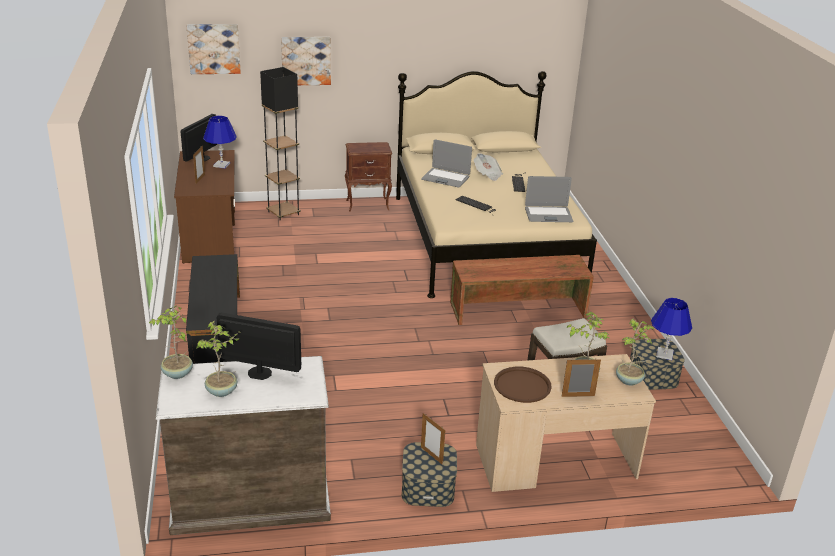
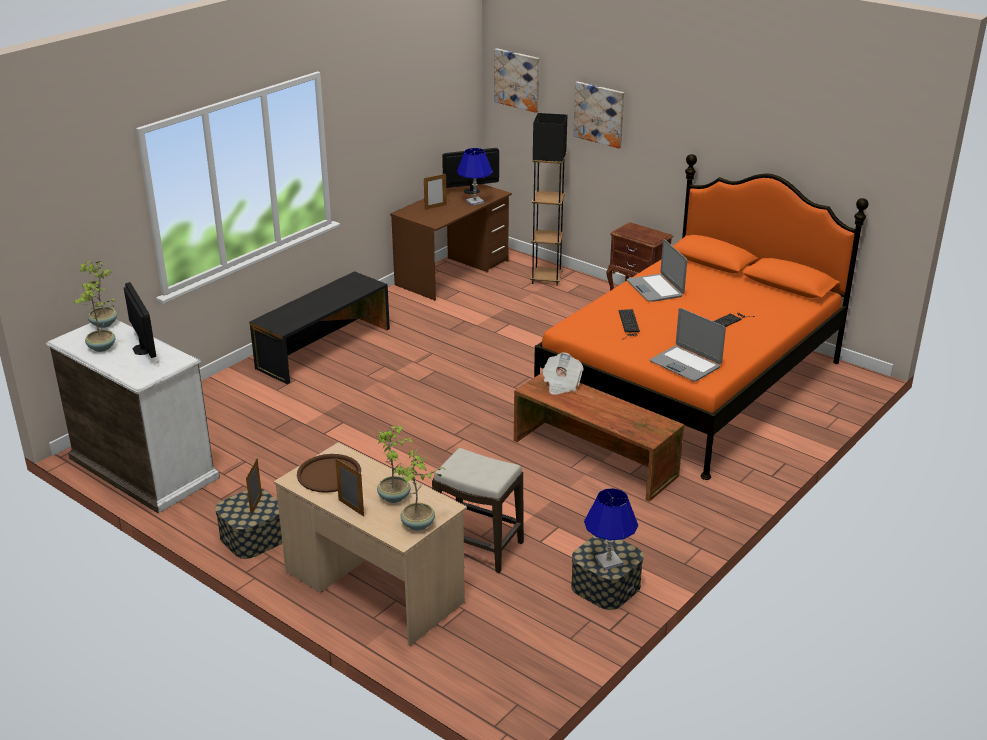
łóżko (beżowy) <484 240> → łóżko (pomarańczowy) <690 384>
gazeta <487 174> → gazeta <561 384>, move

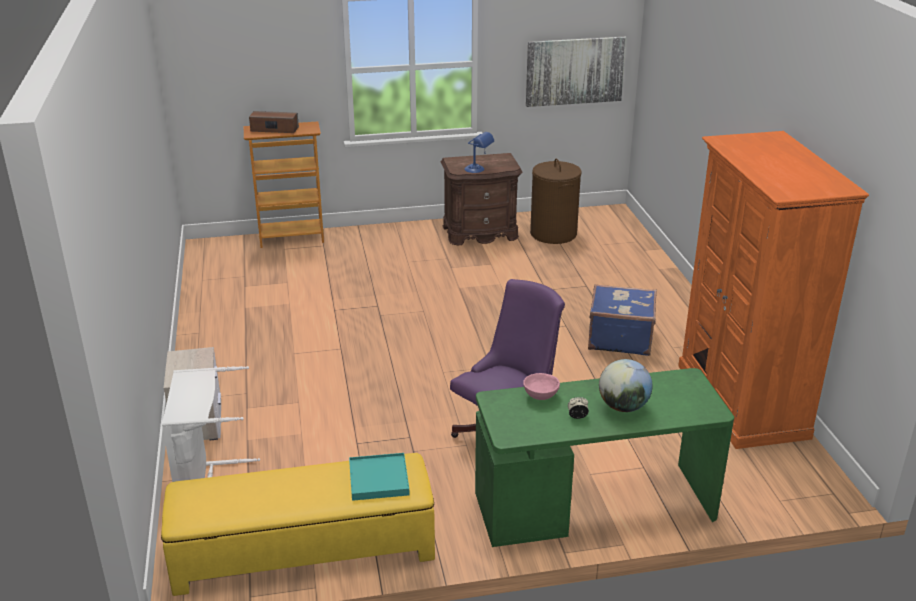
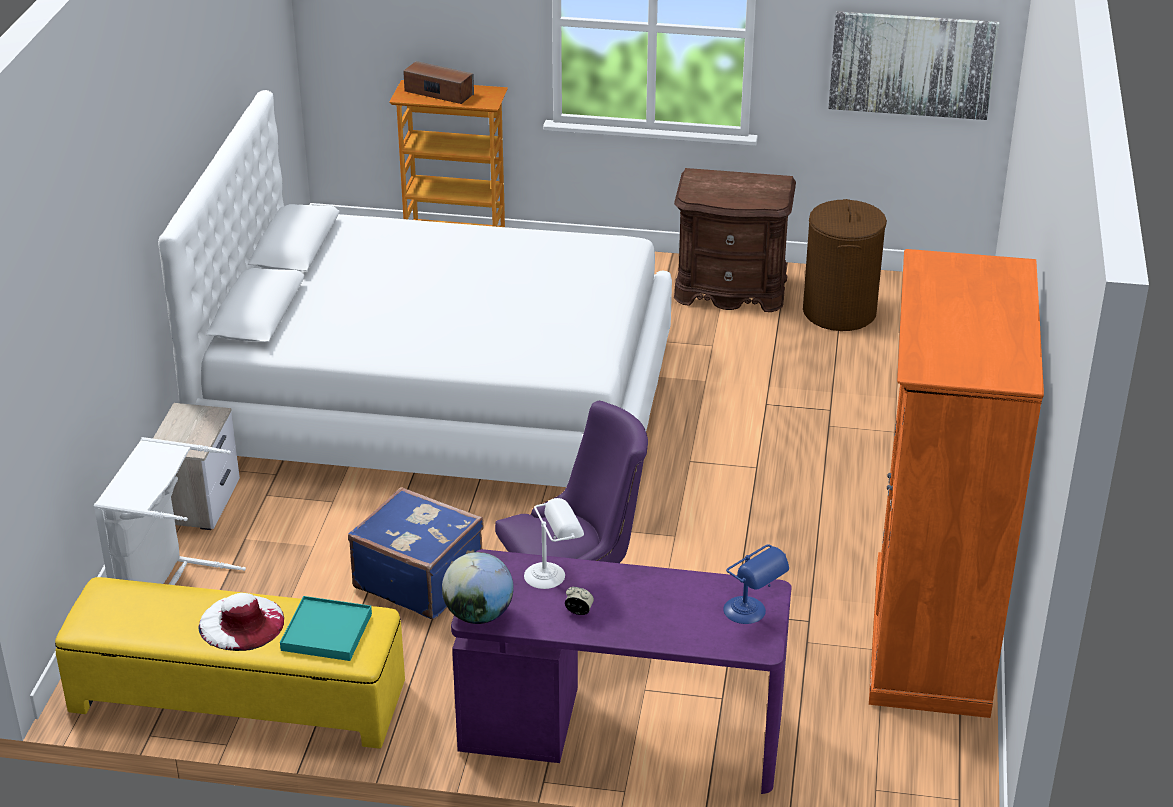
- → łóżko (biały) <439 400>
- → kapelusz (biały) <241 622>
walizka (niebieski) <619 338> → walizka (niebieski) <419 579>, move
globus <623 407> → globus <478 615>, move
biurko (zielony) <594 506> → biurko (fioletowy) <621 733>
miska (różowy) <540 396> → lampa stołowa (biały) <552 573>
lampa stołowa (niebieski) <478 169> → lampa stołowa (niebieski) <752 614>, move

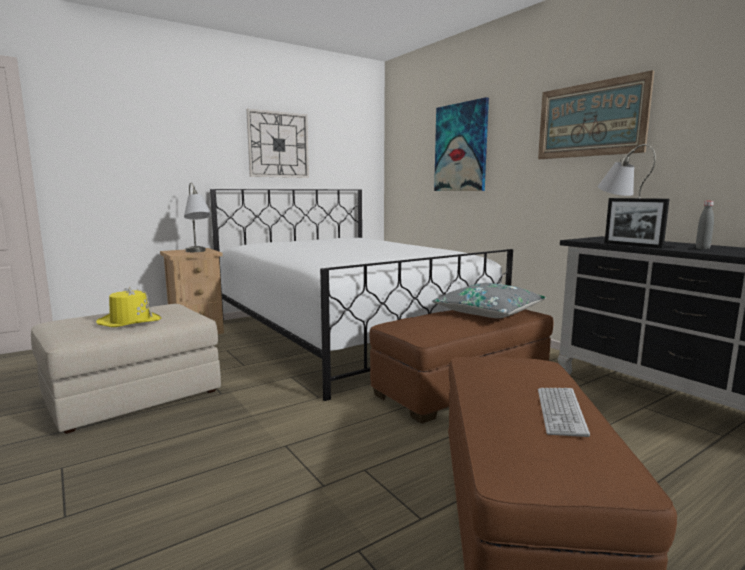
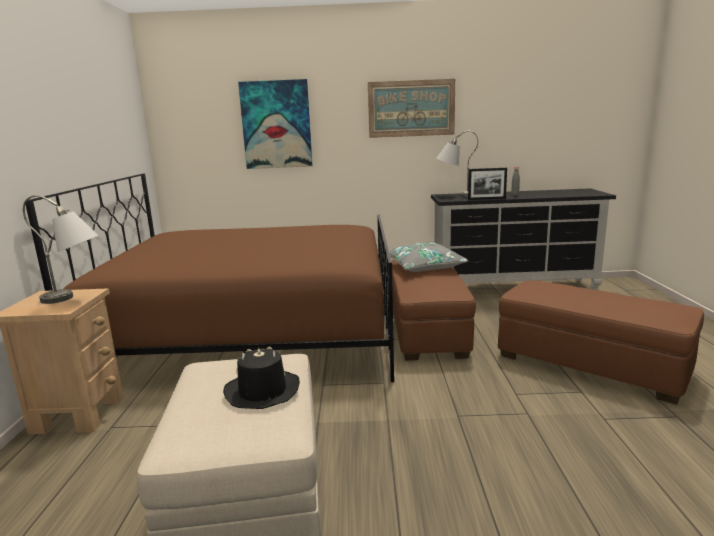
łóżko (biały) <348 334> → łóżko (brązowy) <254 335>
kapelusz (żółty) <129 321> → kapelusz (czarny) <262 391>
zegar ścienny <278 145> → -
klawiatura <560 412> → -

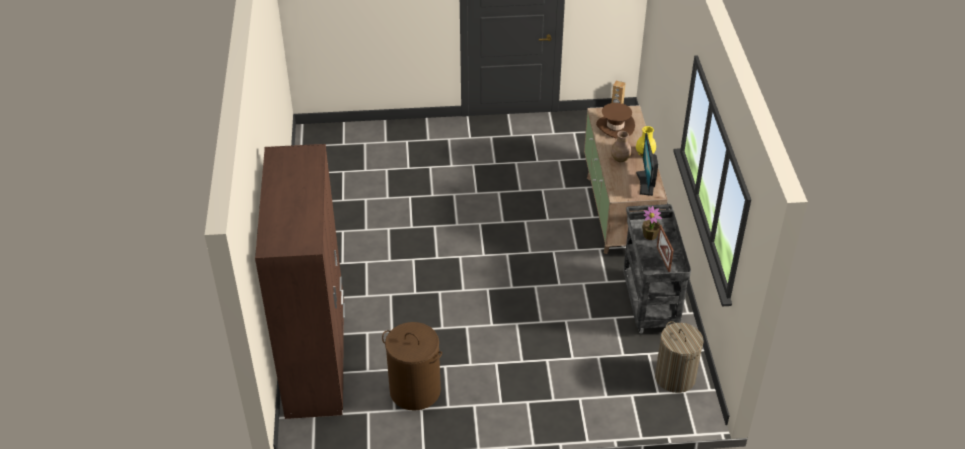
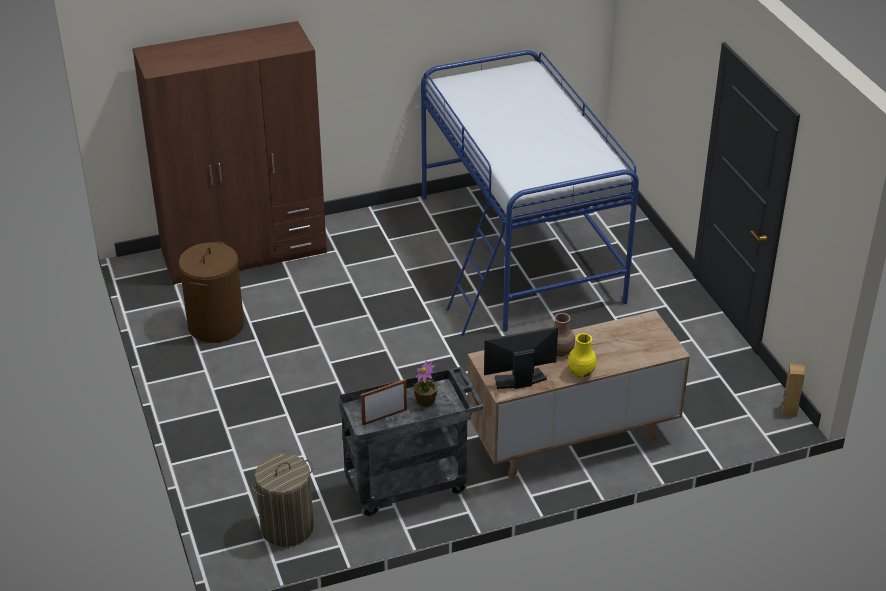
- → łóżko (niebieski) <518 250>
kapelusz (brązowy) <615 127> → -

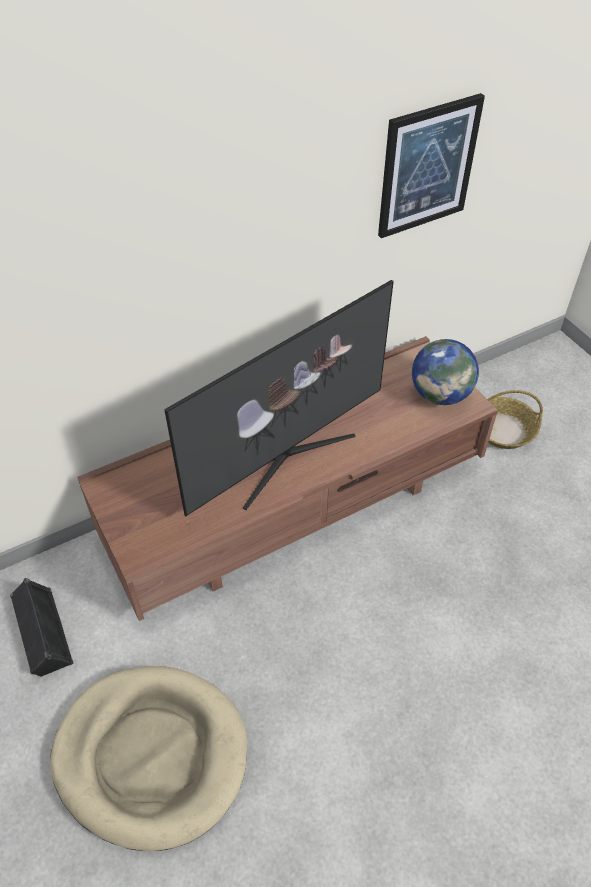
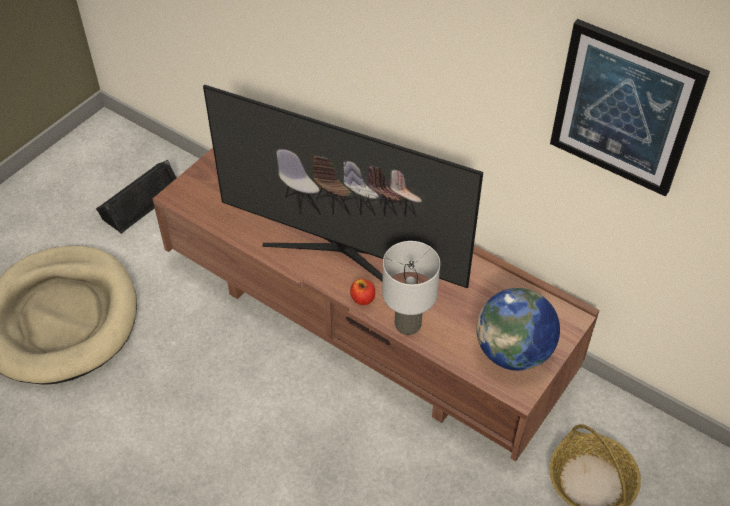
- → jabłko <363 299>
- → lampa stołowa (biały) <409 325>

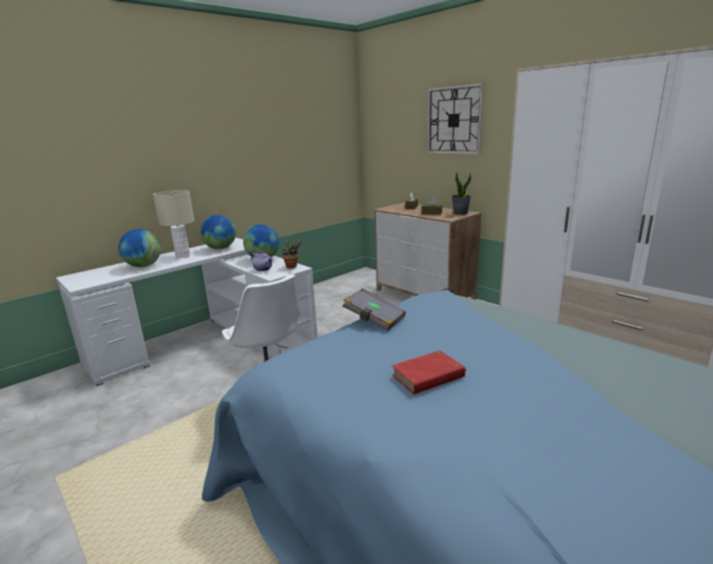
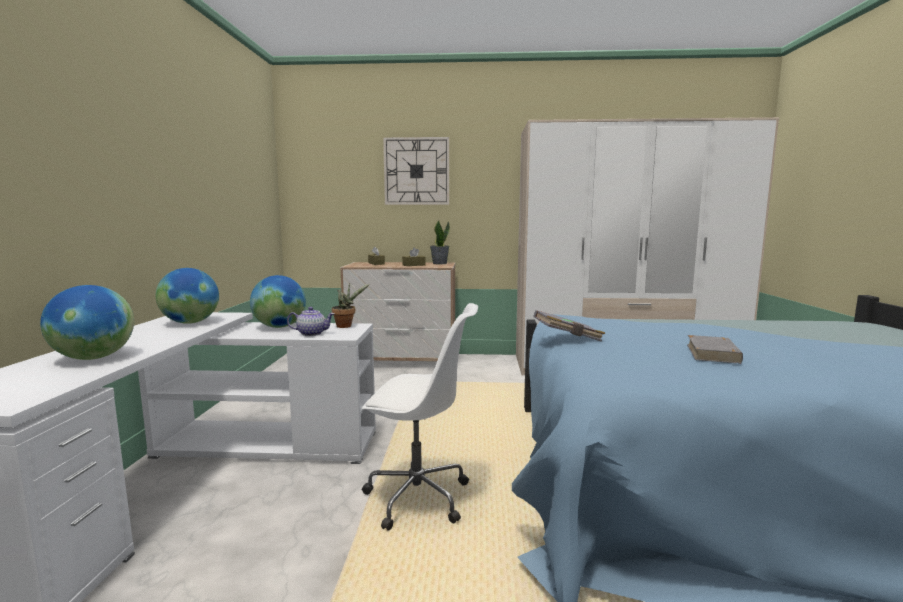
książka (czerwony) <428 376> → książka (szary) <713 353>
lampa stołowa (beżowy) <183 256> → -

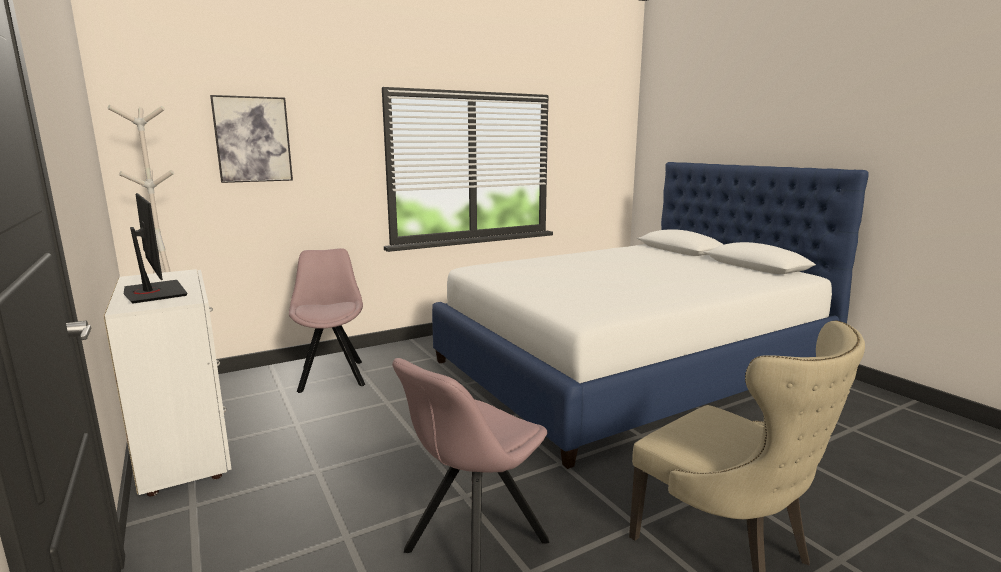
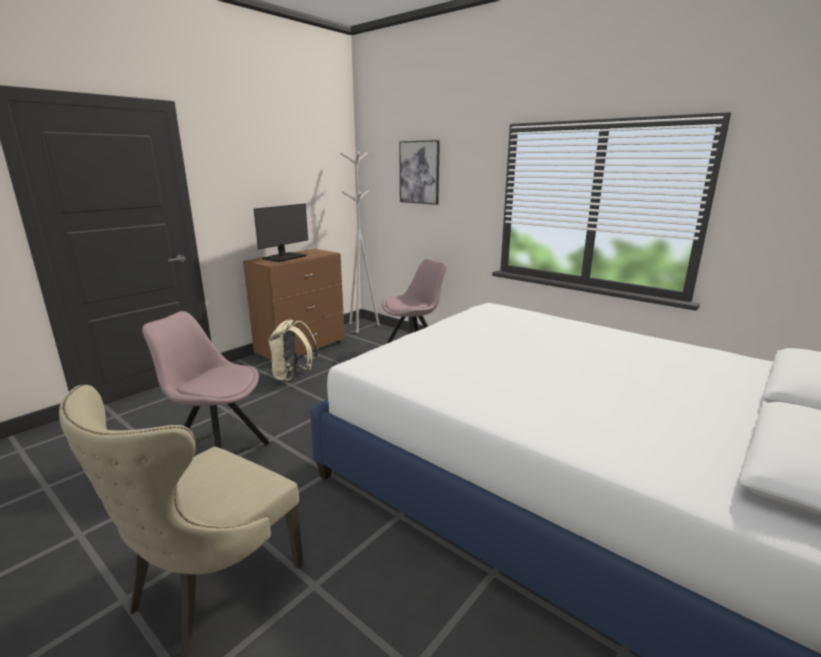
komoda (biały) <185 450> → komoda (brązowy) <302 348>
- → plecak (beżowy) <293 376>

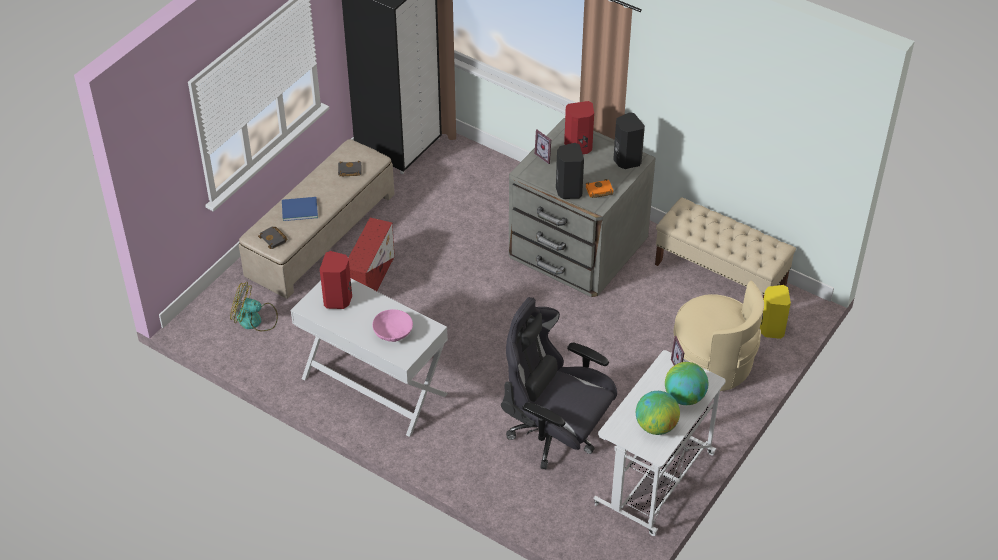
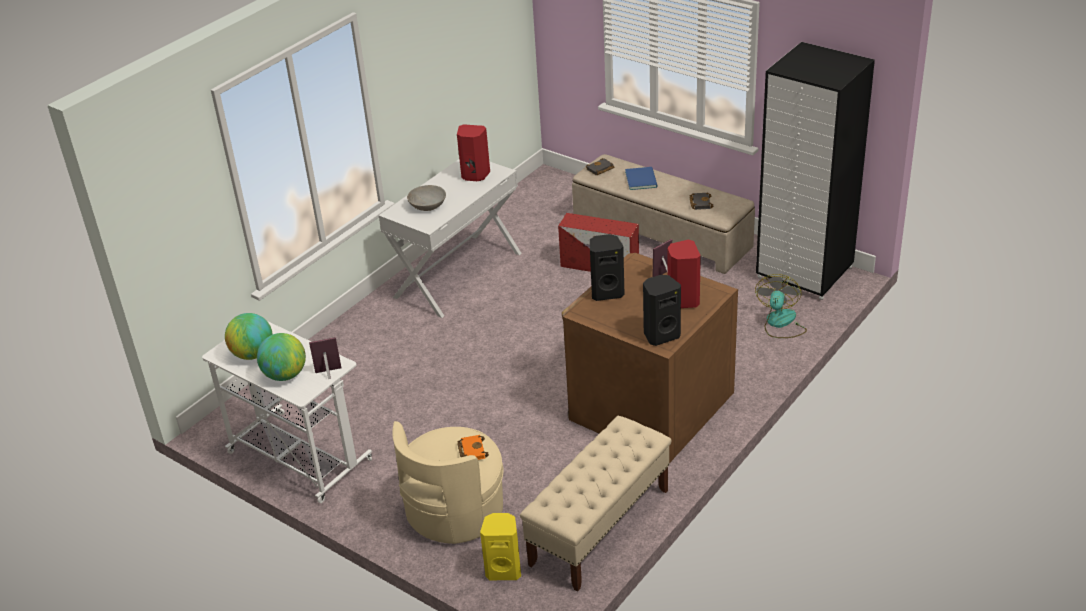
miska (różowy) <393 332> → miska (szary) <427 206>
książka (pomarańczowy) <599 191> → książka (pomarańczowy) <471 450>, move
komoda (szary) <577 248> → komoda (brązowy) <647 405>
wentylator <255 320> → wentylator <780 323>, move
krzesło biurowe (czarny) <557 436> → -

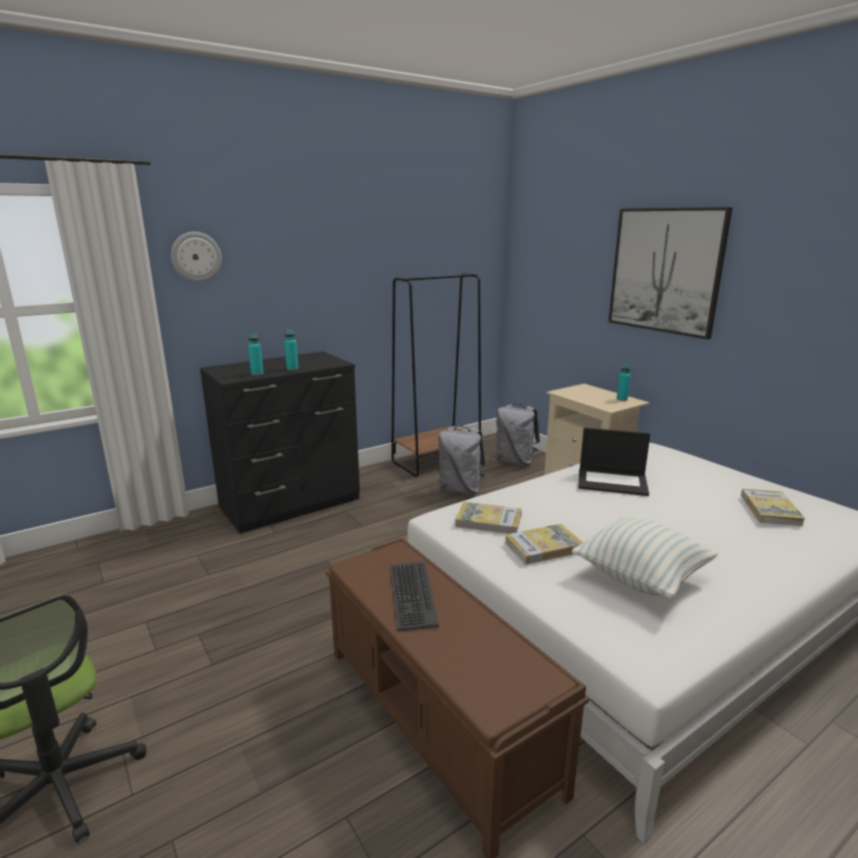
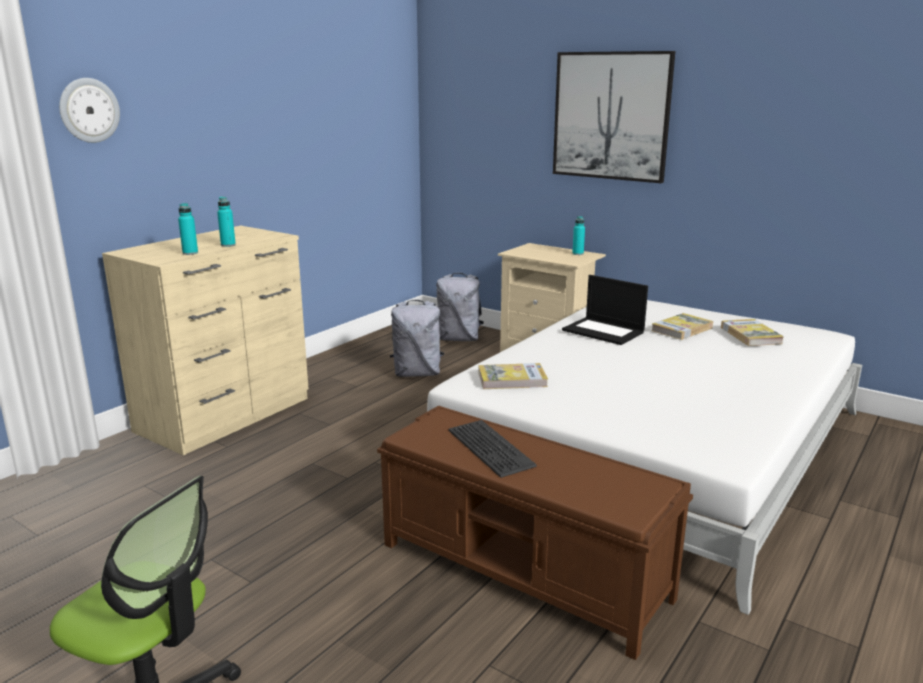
komoda (czarny) <291 503> → komoda (beżowy) <226 415>
laptop <613 482> → laptop <604 331>, 45 degrees clockwise
książka <543 547> → książka <682 329>, move
wieszak <436 461> → -
poduszka <641 578> → -

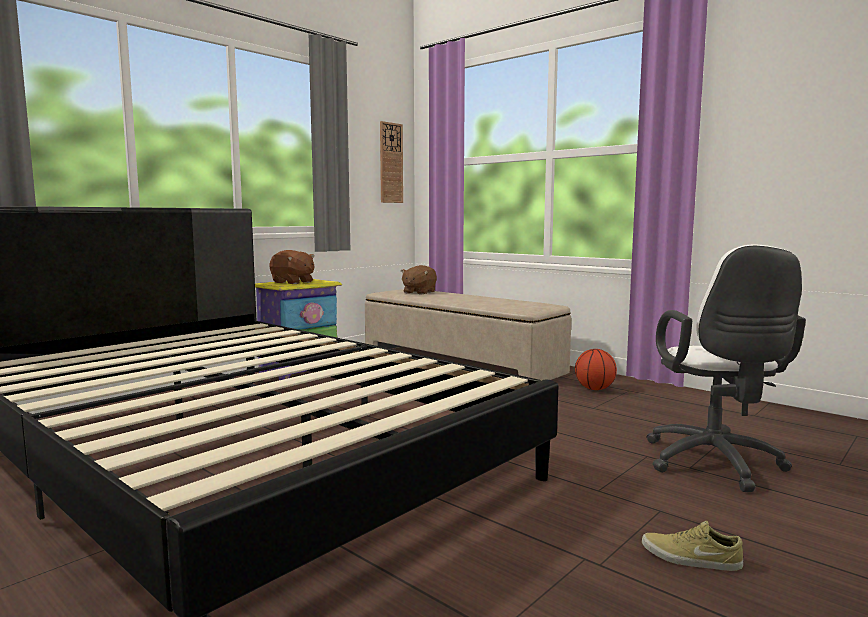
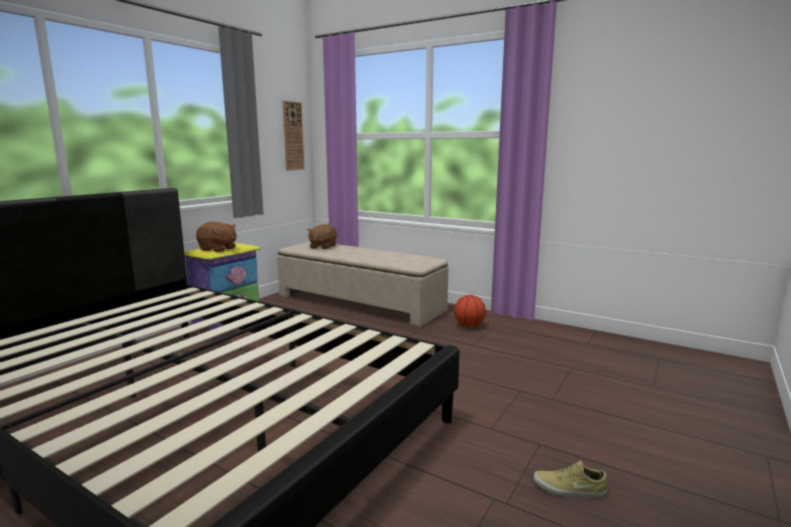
krzesło biurowe (biały) <715 465> → -

